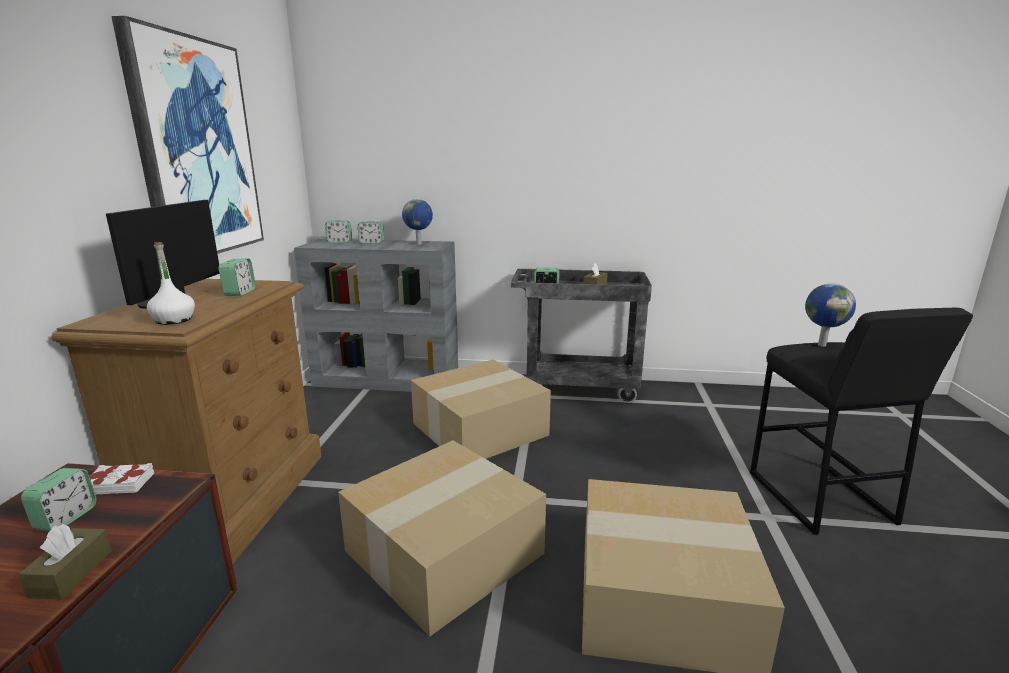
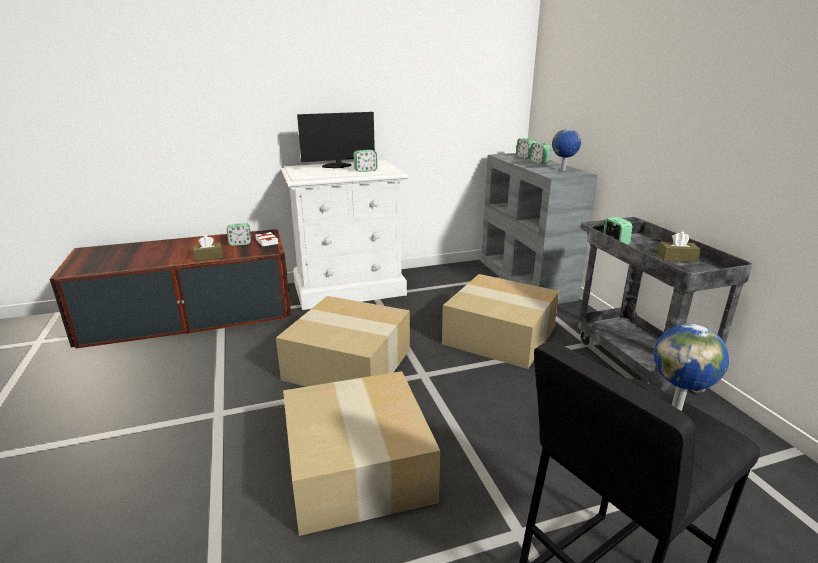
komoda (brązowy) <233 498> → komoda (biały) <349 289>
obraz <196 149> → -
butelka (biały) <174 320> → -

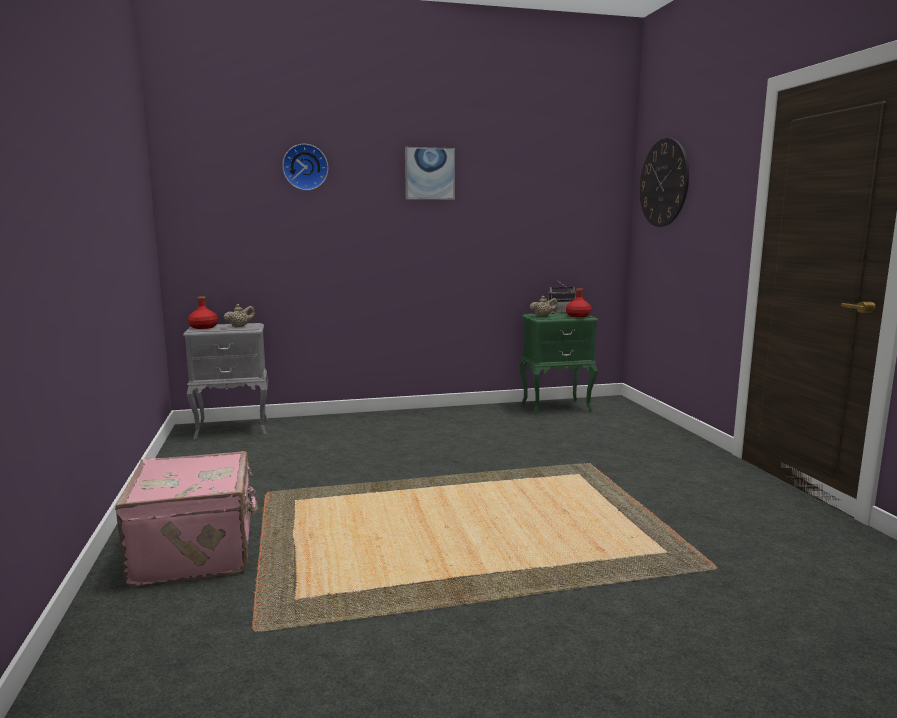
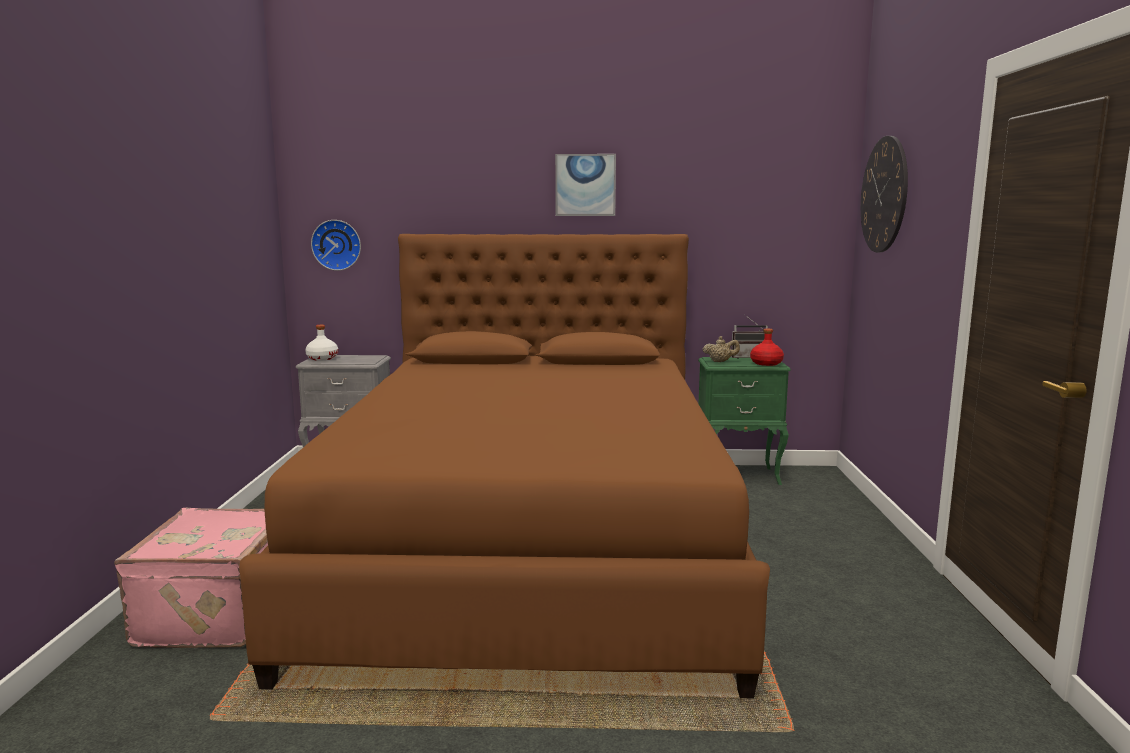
- → łóżko (brązowy) <531 544>
butelka (czerwony) <203 327> → butelka (biały) <322 358>
zegar ścienny <305 167> → zegar ścienny <337 245>, move
imbryk (beżowy) <240 326> → -

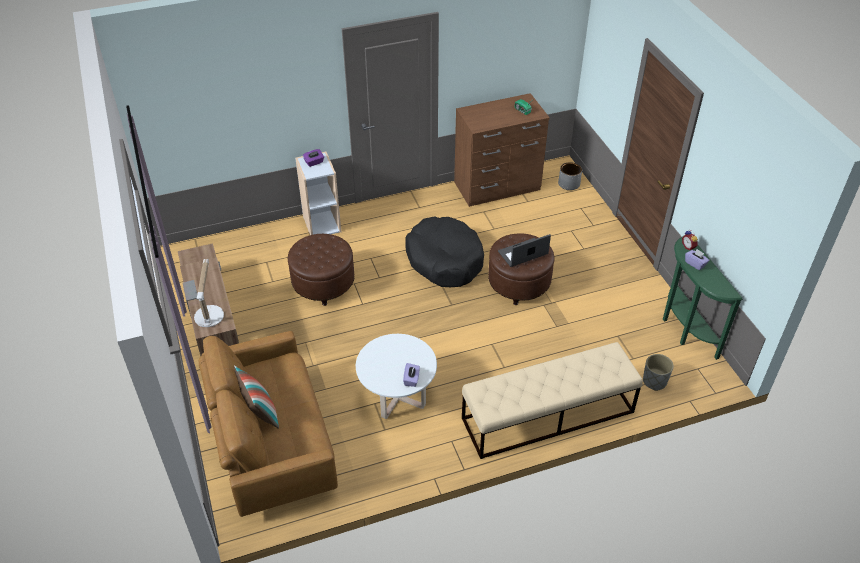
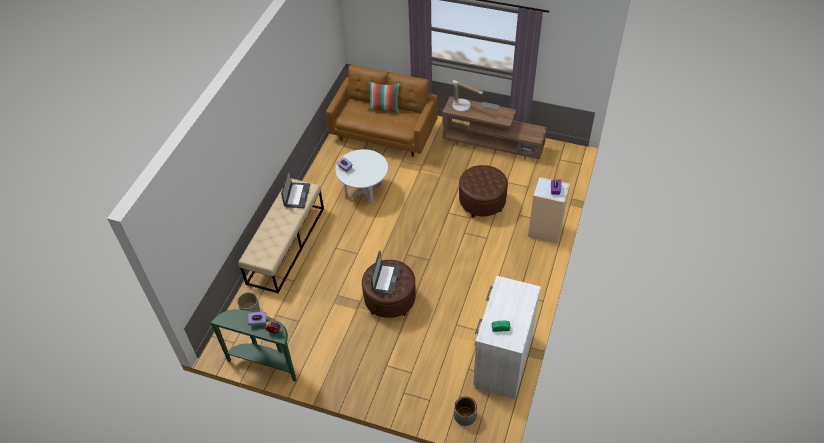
- → laptop <297 195>
komoda (brązowy) <498 187> → komoda (biały) <502 361>
legowisko (czarny) <445 260> → -

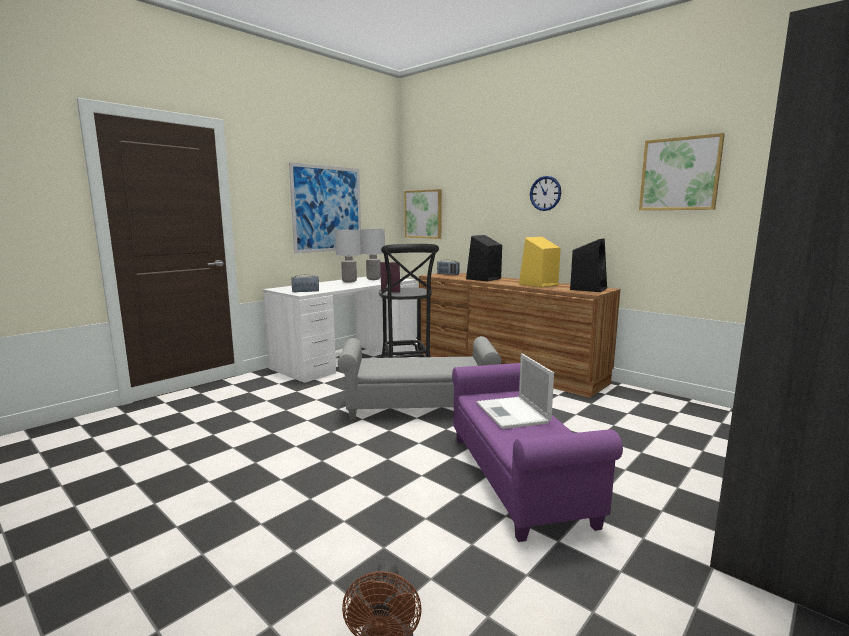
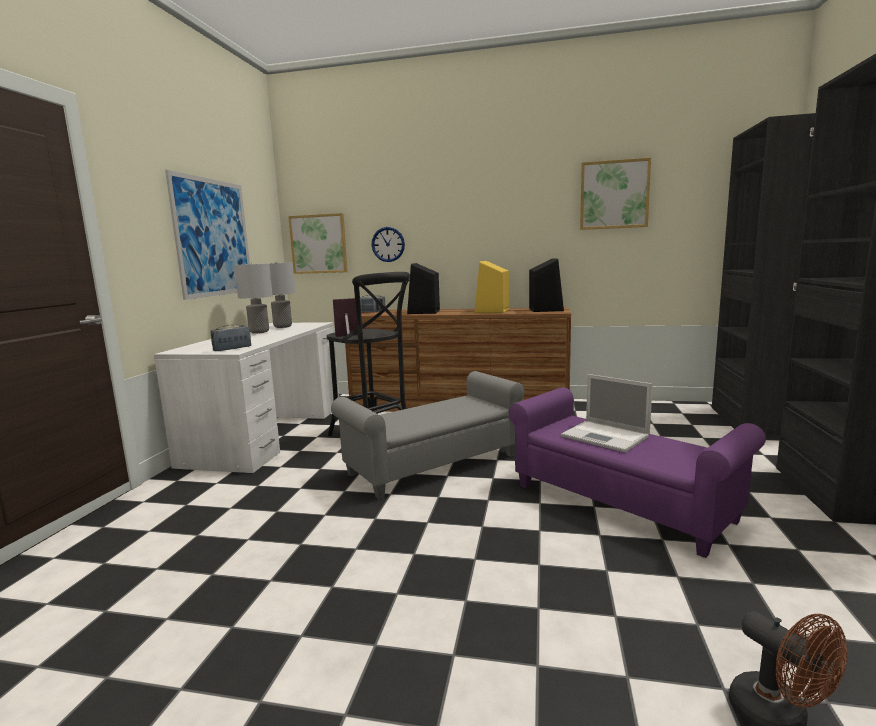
zegar ścienny <545 193> → zegar ścienny <388 244>, move

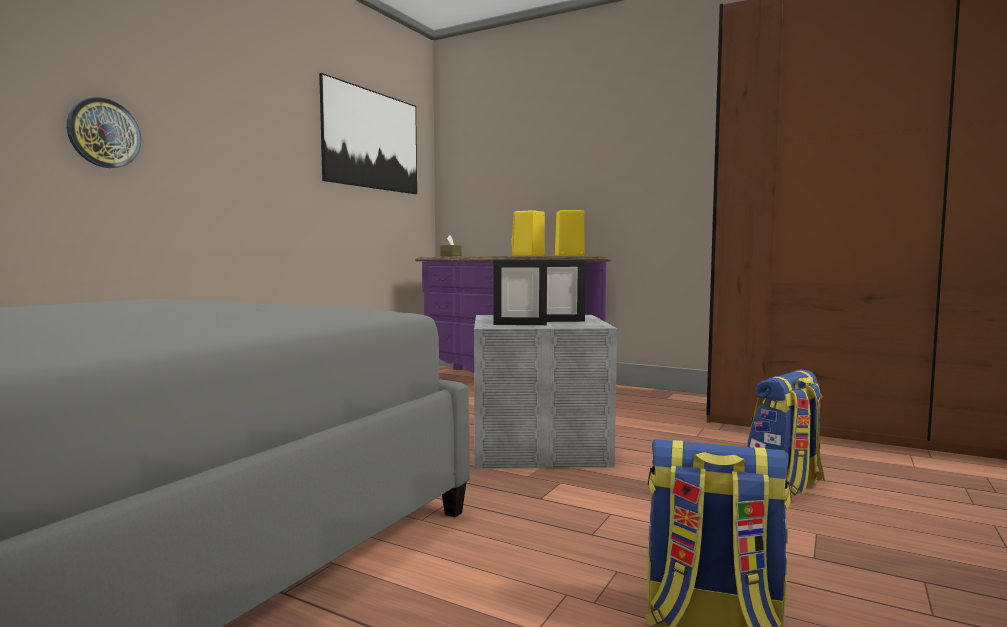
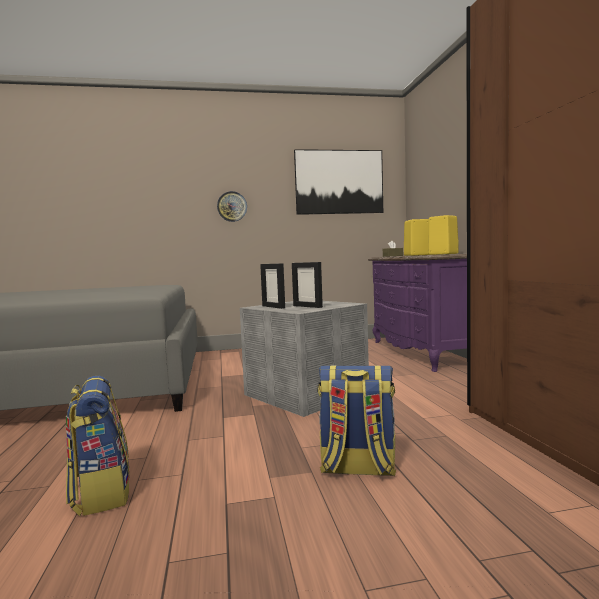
zegar ścienny <104 133> → zegar ścienny <232 206>, move

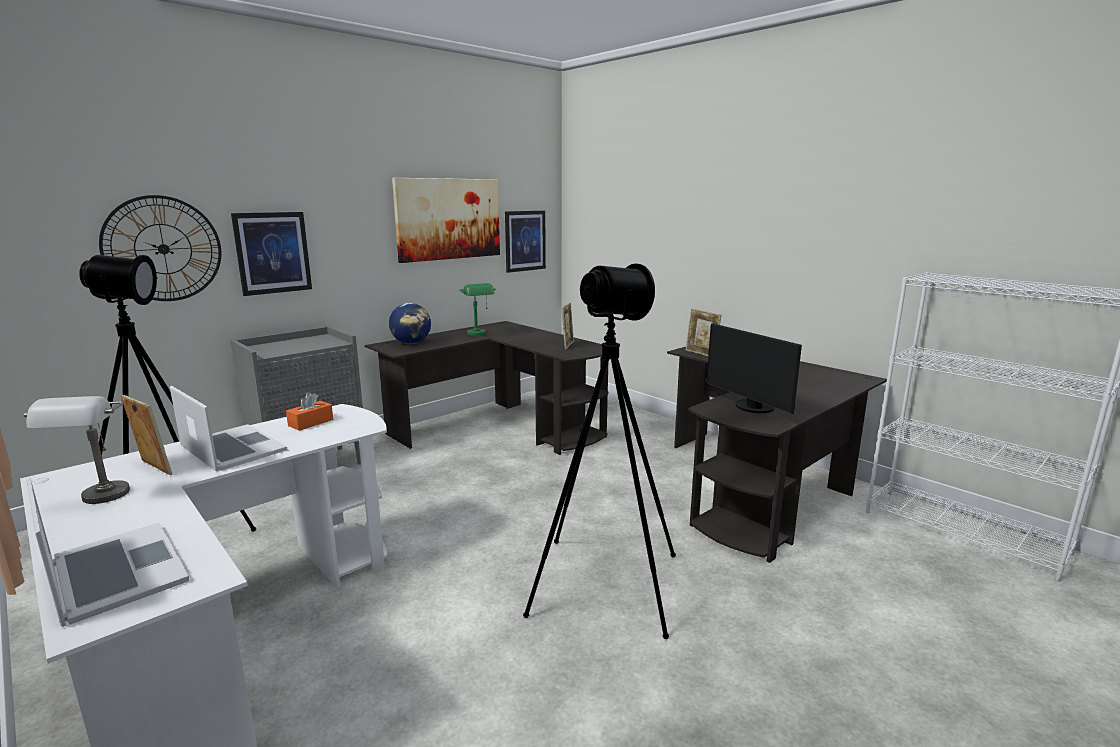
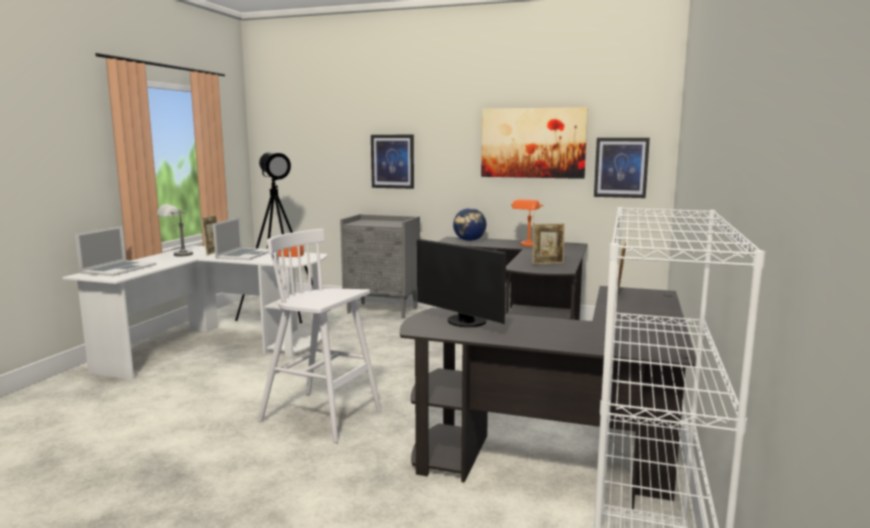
lampa stojąca (czarny) <605 584> → stołek (biały) <322 416>
monitor <752 407> → monitor <464 322>, 75 degrees counterclockwise
lampa stołowa (zielony) <479 334> → lampa stołowa (pomarańczowy) <526 245>
zegar ścienny <163 249> → -

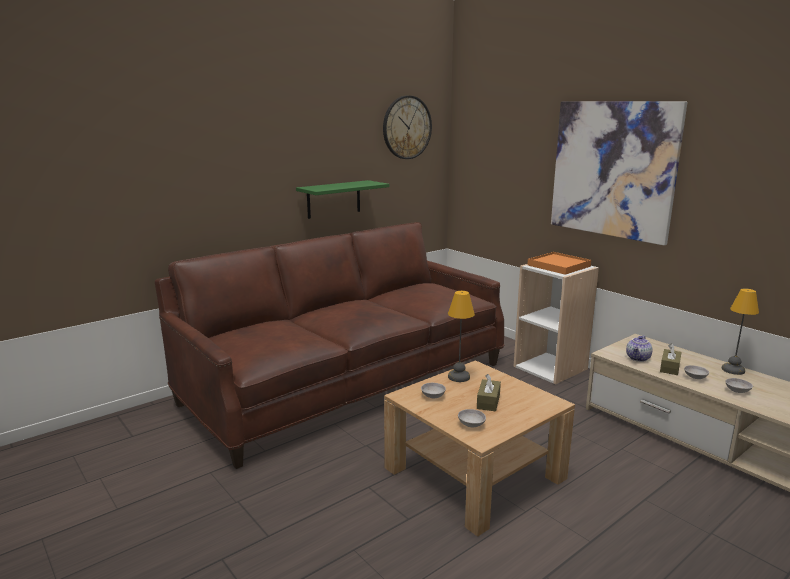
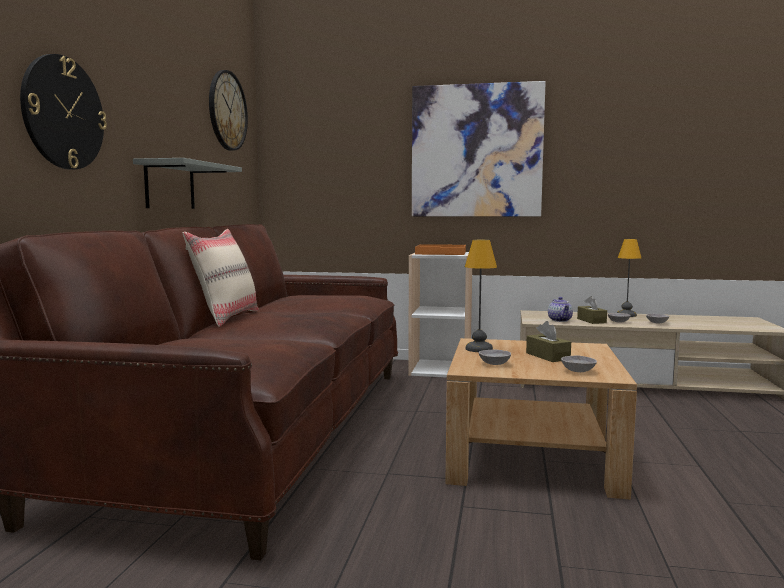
- → zegar ścienny <63 113>
półka (zielony) <334 199> → półka (szary) <170 186>
- → poduszka (beżowy) <226 317>

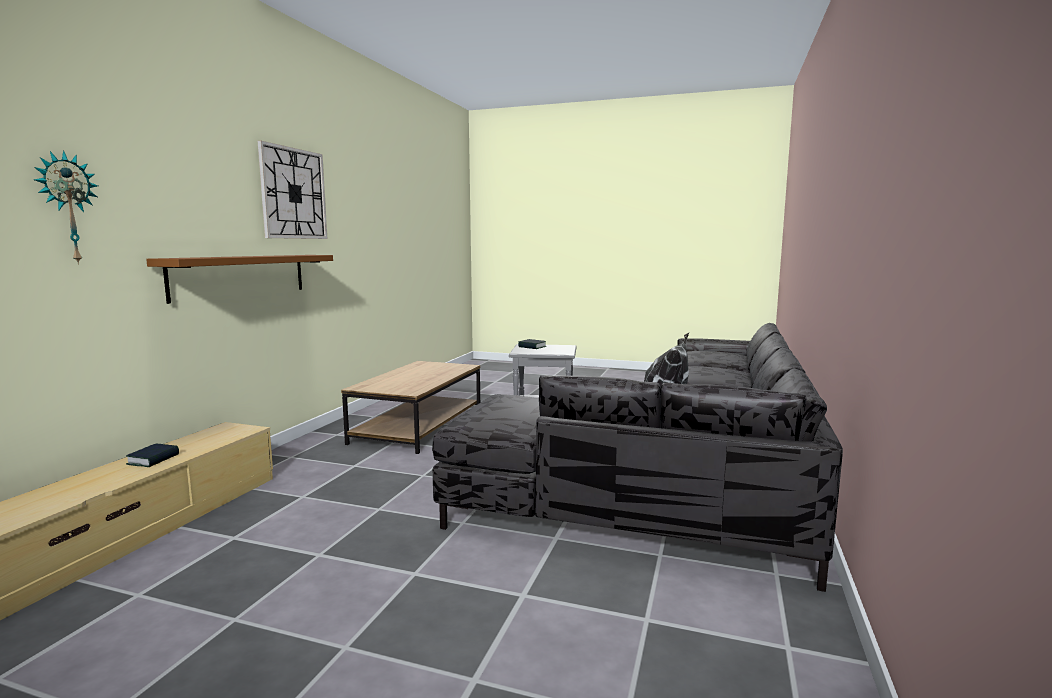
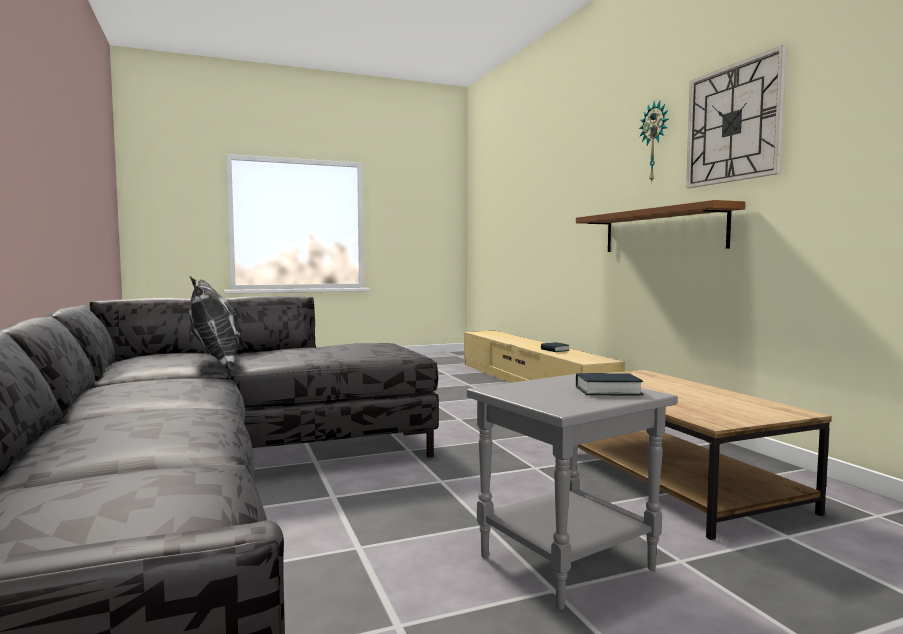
zegar ścienny <67 208> → zegar ścienny <655 142>, move

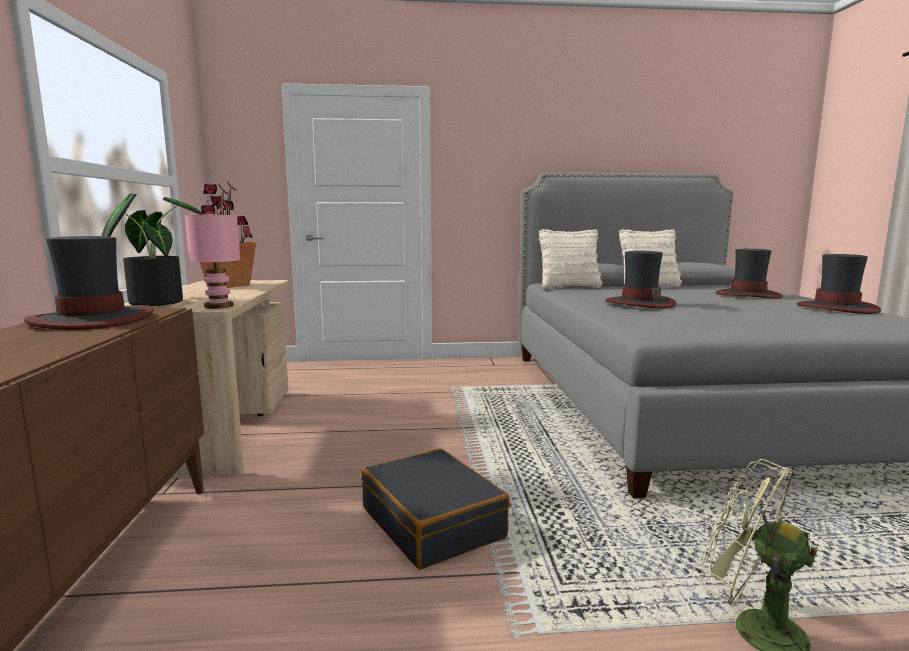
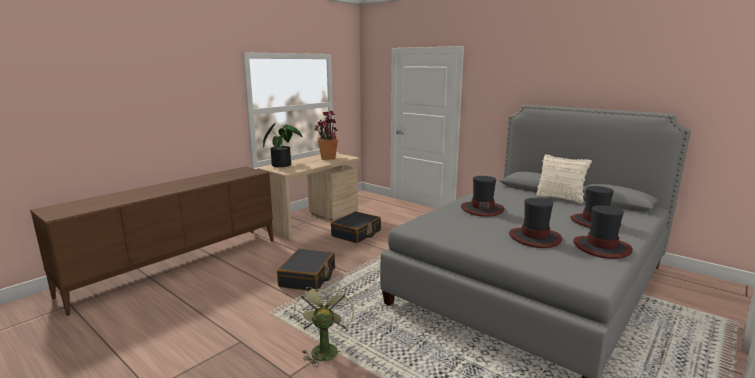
- → walizka (czarny) <356 234>
kapelusz <93 320> → kapelusz <535 238>, move
lampa stołowa (różowy) <218 306> → -
poduszka (beżowy) <569 287> → -

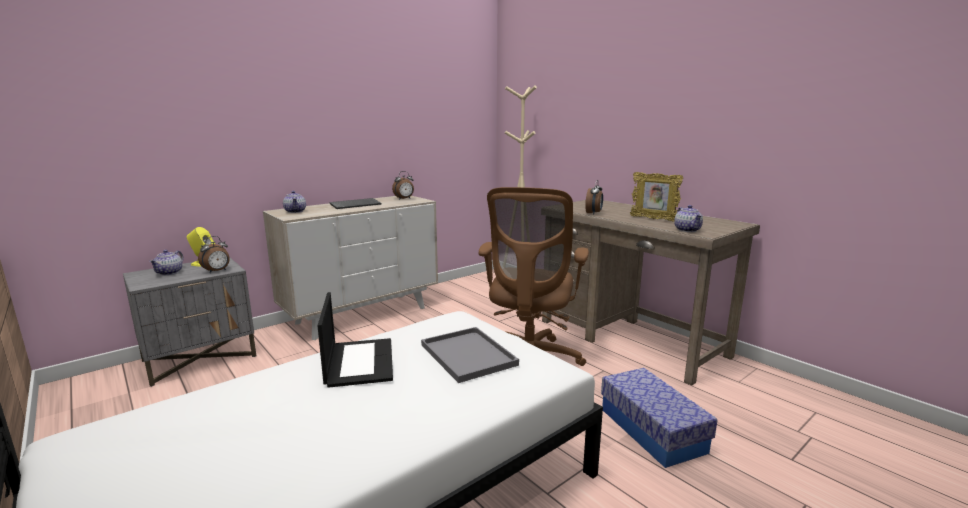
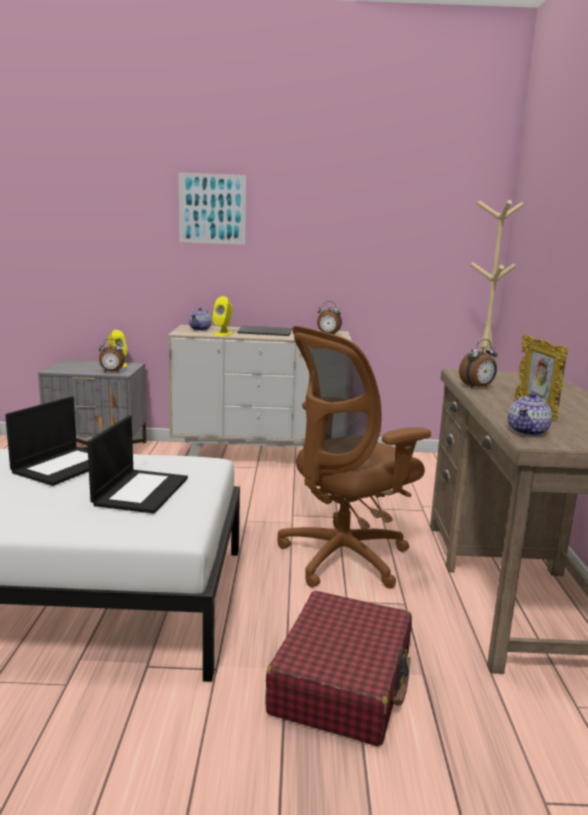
taca (szary) <466 354> → laptop <140 491>
- → obraz <212 209>
- → głośnik (żółty) <223 334>
pojemnik do przechowywania <651 430> → walizka (czerwony) <342 682>
imbryk <170 272> → -

